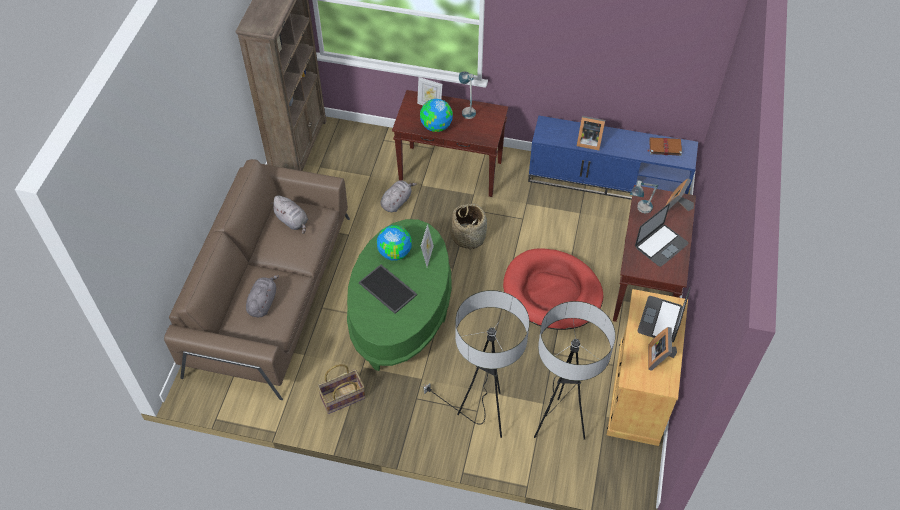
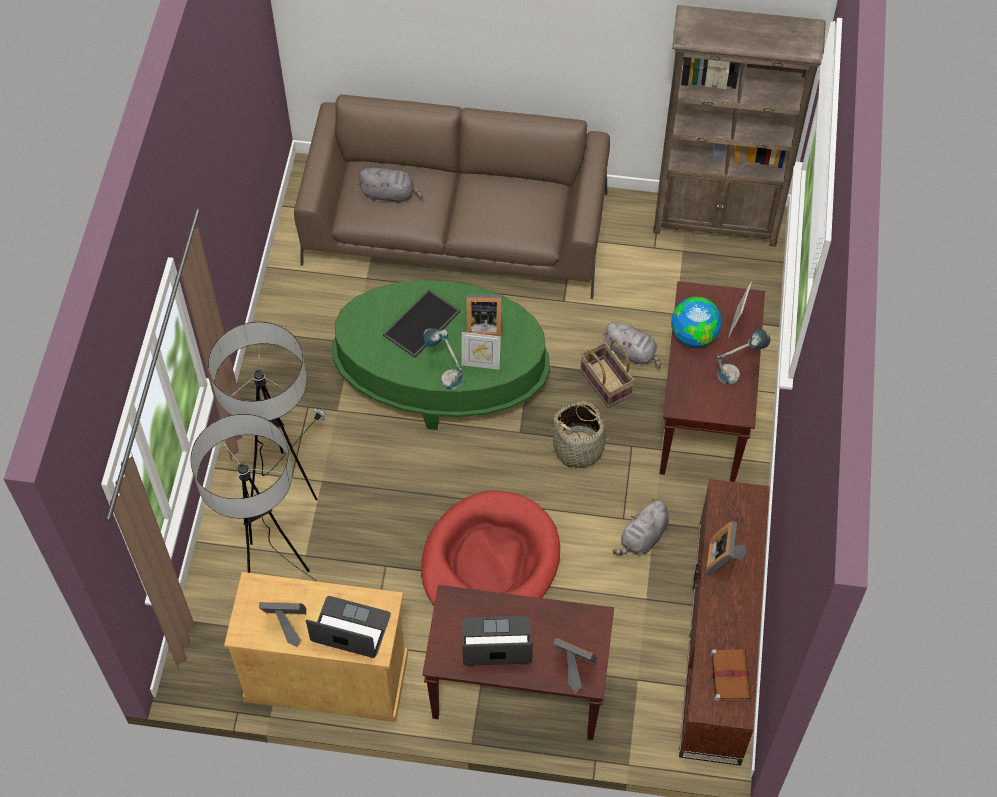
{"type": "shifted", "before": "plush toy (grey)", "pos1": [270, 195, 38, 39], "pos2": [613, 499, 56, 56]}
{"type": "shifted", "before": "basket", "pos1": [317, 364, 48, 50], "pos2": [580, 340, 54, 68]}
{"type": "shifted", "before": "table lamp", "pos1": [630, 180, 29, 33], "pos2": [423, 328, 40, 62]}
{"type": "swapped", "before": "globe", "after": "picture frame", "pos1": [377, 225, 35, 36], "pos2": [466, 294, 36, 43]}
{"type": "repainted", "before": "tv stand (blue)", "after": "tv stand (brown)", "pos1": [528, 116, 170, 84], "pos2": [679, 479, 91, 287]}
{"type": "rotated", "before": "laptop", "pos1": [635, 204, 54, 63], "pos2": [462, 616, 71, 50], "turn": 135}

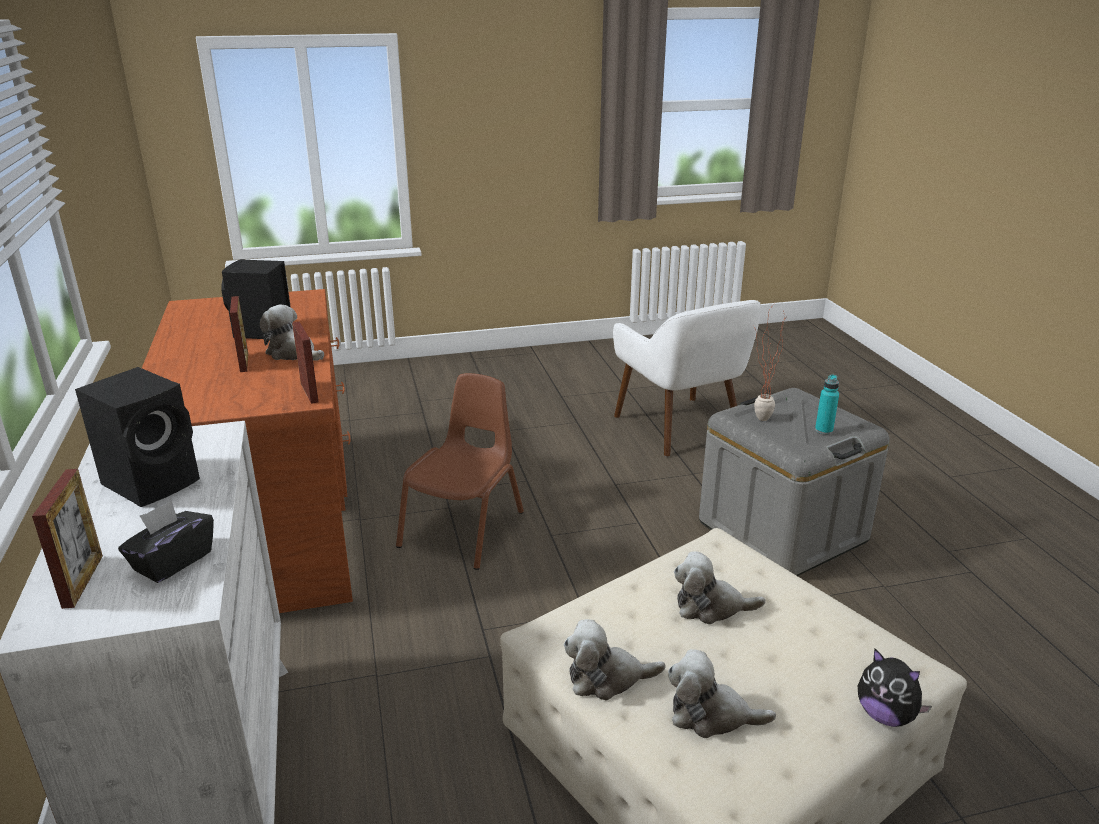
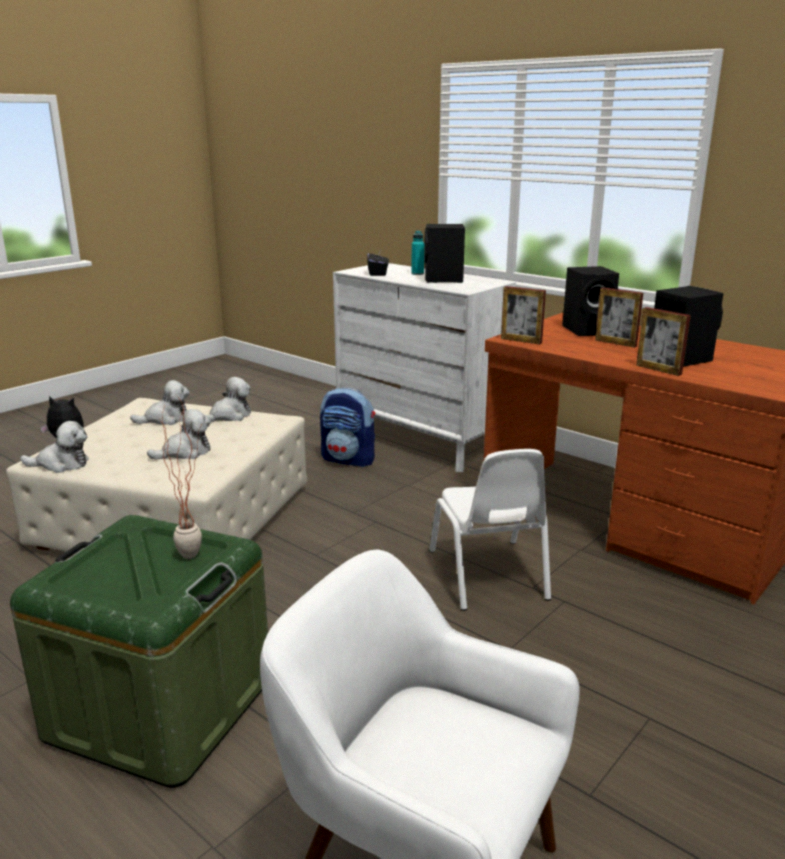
{"type": "new", "after": "backpack", "pos2": [320, 388, 55, 79]}
{"type": "new", "after": "speaker (black)", "pos2": [562, 266, 57, 70]}
{"type": "shifted", "before": "picture frame", "pos1": [32, 469, 71, 140], "pos2": [636, 307, 55, 69]}
{"type": "shifted", "before": "plush toy", "pos1": [260, 305, 64, 55], "pos2": [20, 421, 69, 52]}
{"type": "shifted", "before": "bottle (turquoise)", "pos1": [815, 374, 24, 60], "pos2": [411, 231, 13, 44]}
{"type": "repainted", "before": "chair (brown)", "after": "chair (white)", "pos1": [396, 373, 128, 197], "pos2": [429, 449, 122, 162]}
{"type": "repainted", "before": "storage box (grey)", "after": "storage box (green)", "pos1": [699, 388, 191, 188], "pos2": [10, 515, 258, 273]}

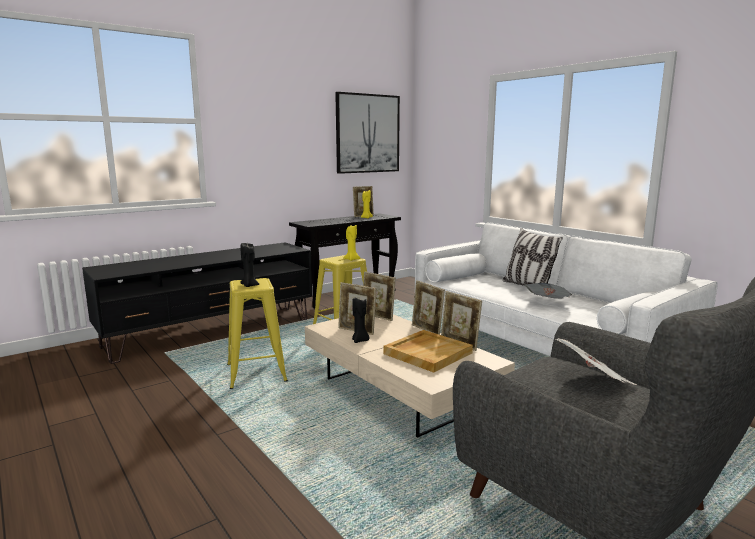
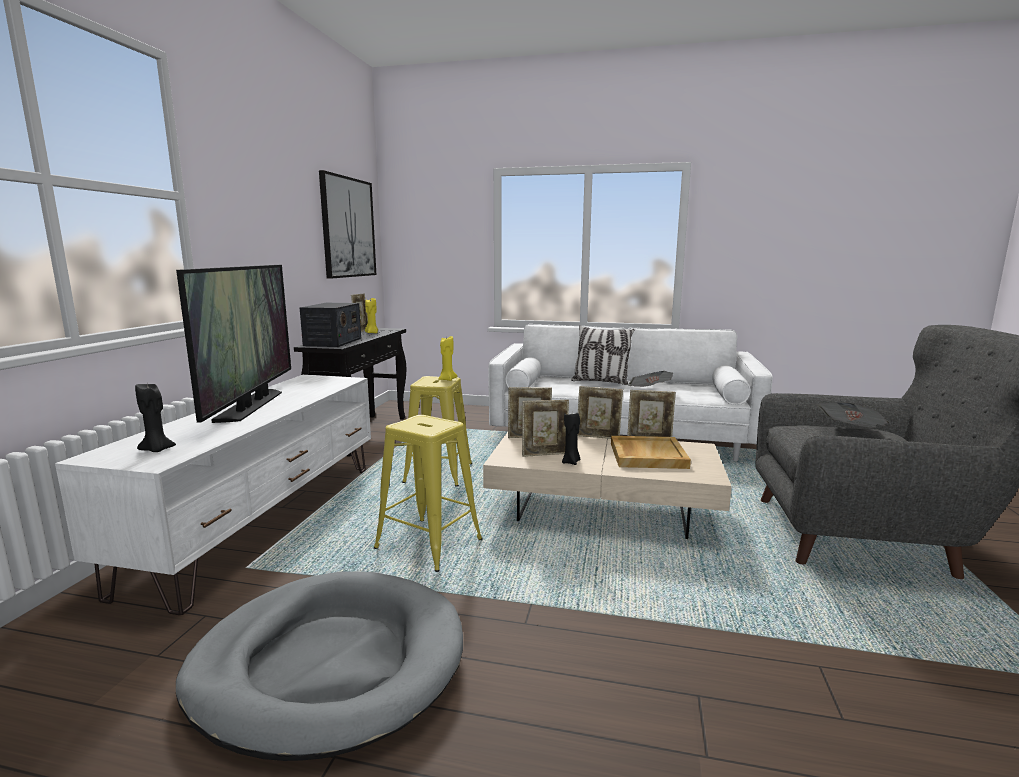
{"type": "new", "after": "television", "pos2": [176, 265, 115, 158]}
{"type": "new", "after": "dog bed (grey)", "pos2": [176, 571, 287, 190]}
{"type": "new", "after": "radio", "pos2": [299, 303, 62, 44]}
{"type": "shifted", "before": "candle (black)", "pos1": [240, 243, 19, 44], "pos2": [135, 384, 41, 68]}
{"type": "repainted", "before": "tv stand (black)", "after": "tv stand (white)", "pos1": [82, 242, 230, 122], "pos2": [55, 375, 316, 240]}

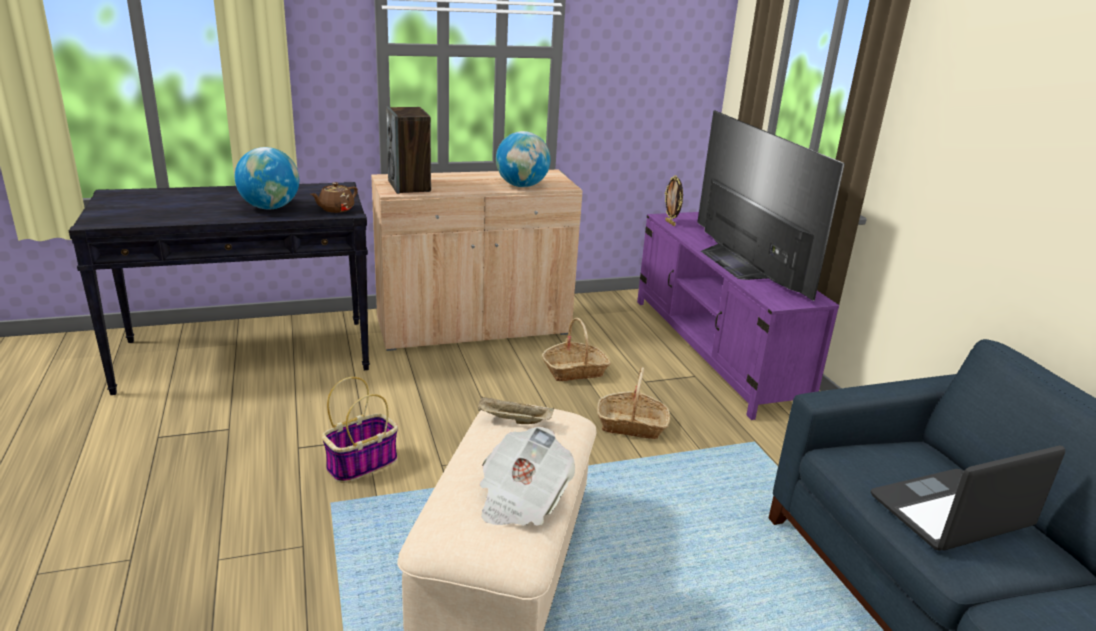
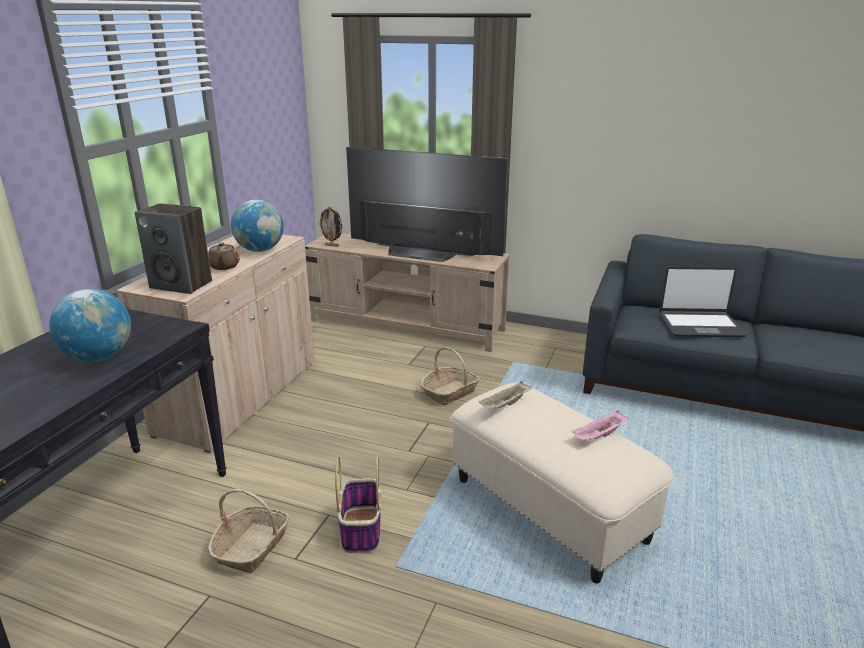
{"type": "shifted", "before": "teapot (brown)", "pos1": [311, 182, 47, 31], "pos2": [208, 242, 32, 28]}
{"type": "shifted", "before": "basket", "pos1": [542, 318, 69, 63], "pos2": [208, 489, 82, 84]}
{"type": "swapped", "before": "newspaper", "after": "tray (pink)", "pos1": [479, 427, 96, 99], "pos2": [572, 410, 57, 31]}
{"type": "repainted", "before": "tv stand (purple)", "after": "tv stand (beige)", "pos1": [637, 212, 202, 208], "pos2": [305, 233, 205, 119]}
{"type": "rotated", "before": "laptop", "pos1": [871, 445, 194, 106], "pos2": [659, 266, 87, 71], "turn": -105}

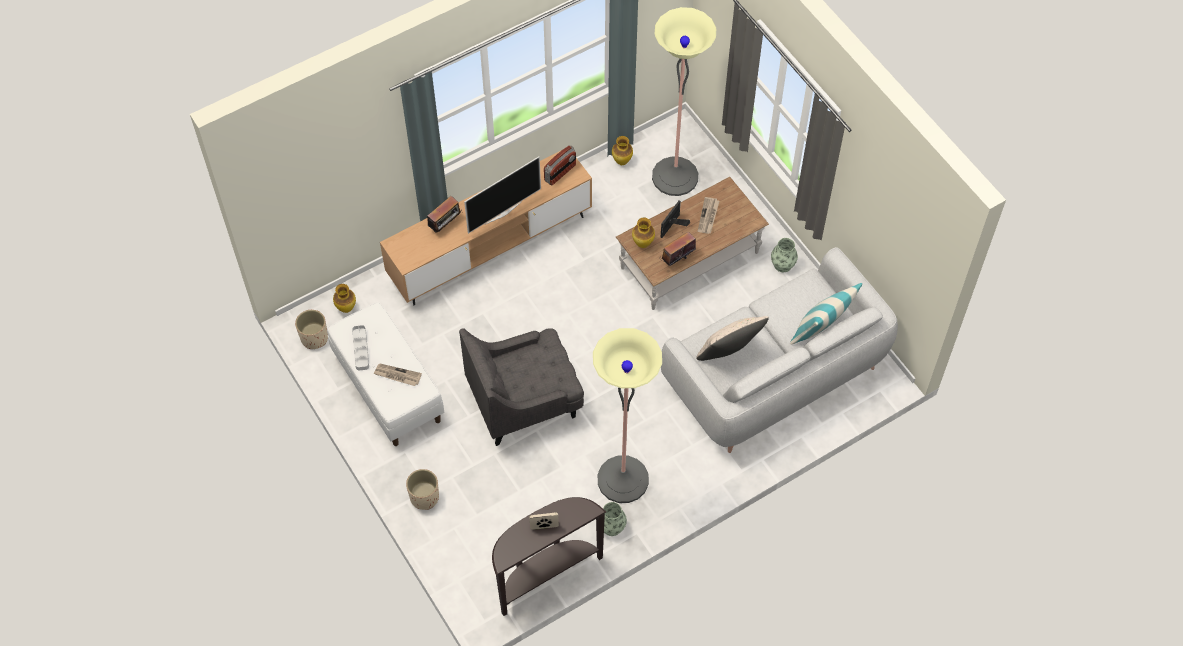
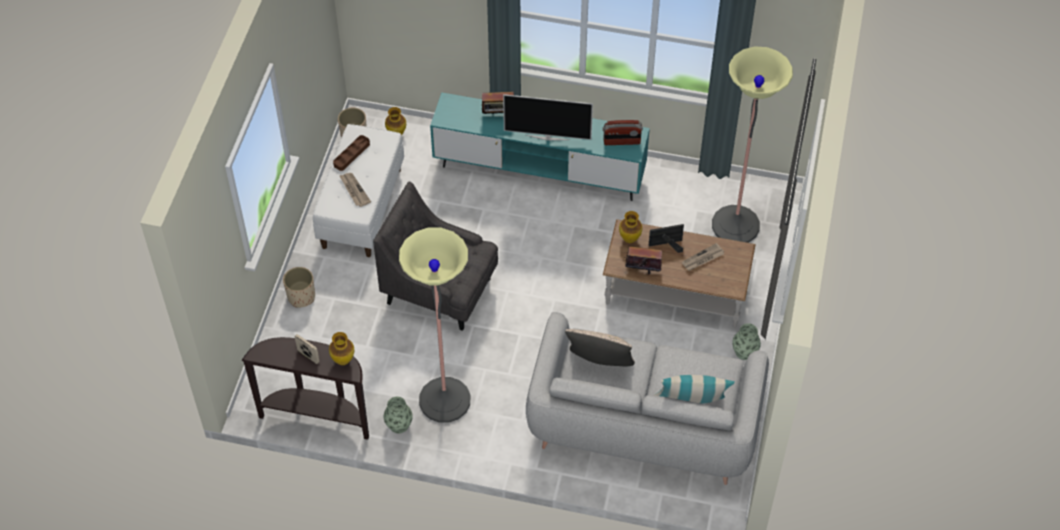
{"type": "shifted", "before": "vase", "pos1": [612, 136, 21, 29], "pos2": [329, 332, 25, 33]}
{"type": "repainted", "before": "tray (grey)", "after": "tray (brown)", "pos1": [352, 325, 17, 46], "pos2": [333, 135, 37, 36]}
{"type": "repainted", "before": "tv stand (brown)", "after": "tv stand (turquoise)", "pos1": [380, 150, 212, 155], "pos2": [430, 92, 220, 109]}

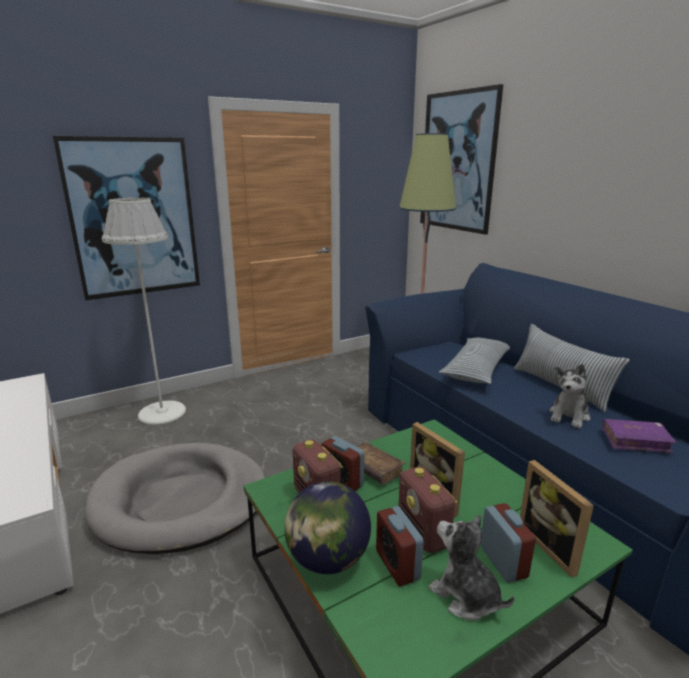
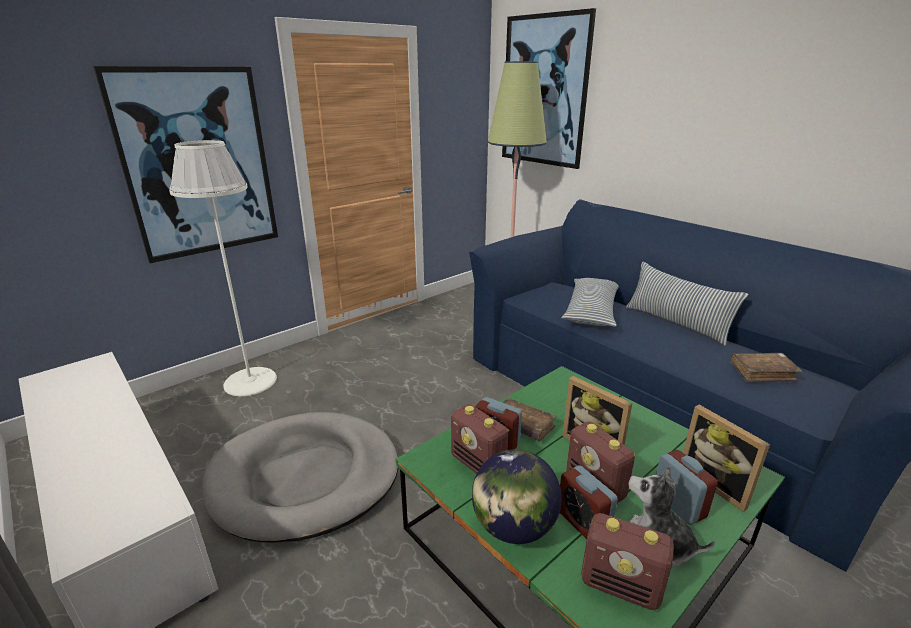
{"type": "gone", "before": "plush toy", "pos1": [549, 364, 41, 65]}
{"type": "new", "after": "radio", "pos2": [581, 513, 93, 97]}
{"type": "repainted", "before": "book (purple)", "after": "book (brown)", "pos1": [602, 419, 74, 35], "pos2": [730, 353, 72, 29]}

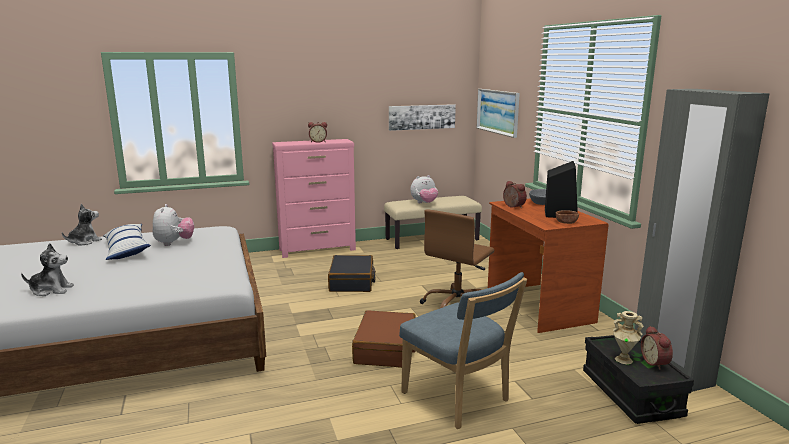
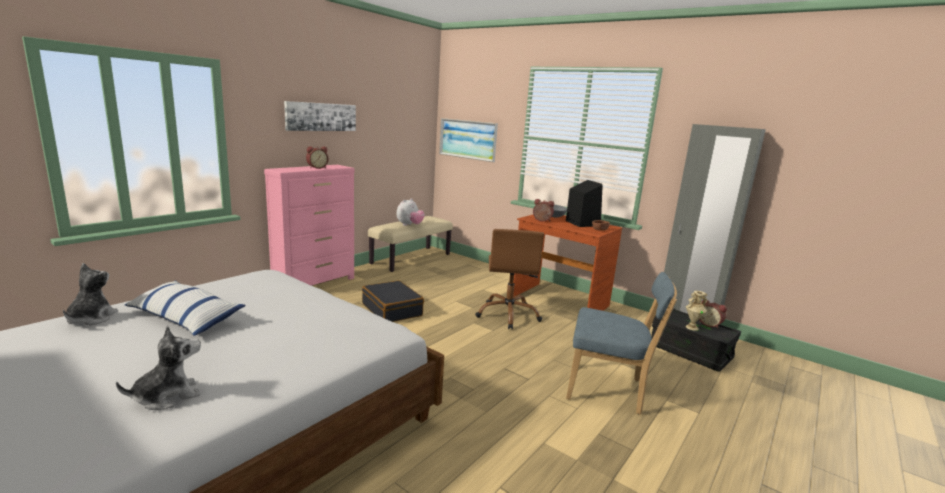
{"type": "gone", "before": "plush toy", "pos1": [153, 204, 41, 42]}
{"type": "gone", "before": "suitcase (brown)", "pos1": [352, 310, 64, 58]}
{"type": "shifted", "before": "picture", "pos1": [389, 104, 67, 27], "pos2": [284, 101, 72, 30]}

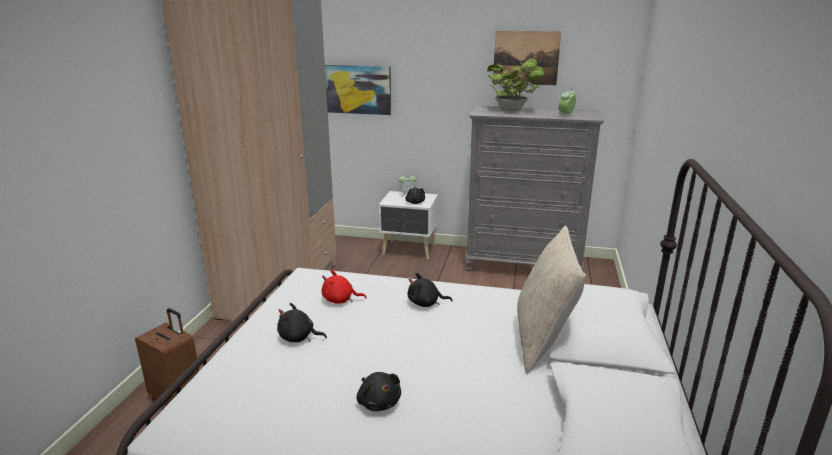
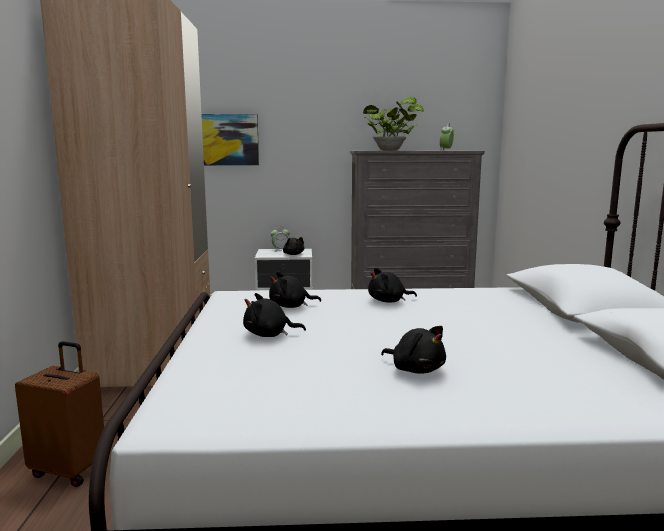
{"type": "gone", "before": "picture", "pos1": [493, 31, 68, 54]}
{"type": "gone", "before": "pillow (beige)", "pos1": [517, 226, 69, 148]}
{"type": "repainted", "before": "plush toy (red)", "after": "plush toy (black)", "pos1": [321, 270, 46, 34], "pos2": [269, 272, 52, 36]}

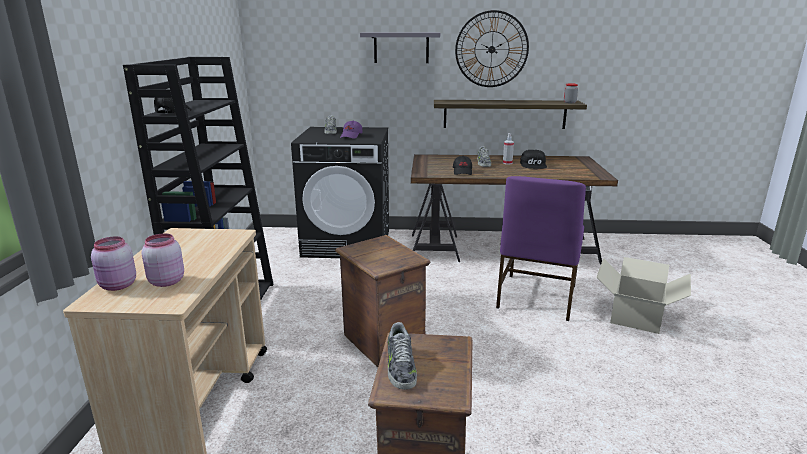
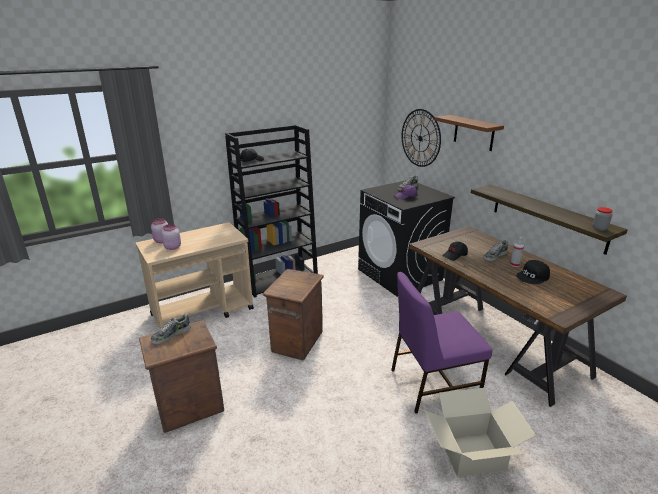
{"type": "shifted", "before": "wall clock", "pos1": [455, 10, 74, 77], "pos2": [402, 109, 39, 58]}
{"type": "repainted", "before": "shelf (grey)", "after": "shelf (brown)", "pos1": [360, 33, 80, 30], "pos2": [434, 115, 70, 36]}

